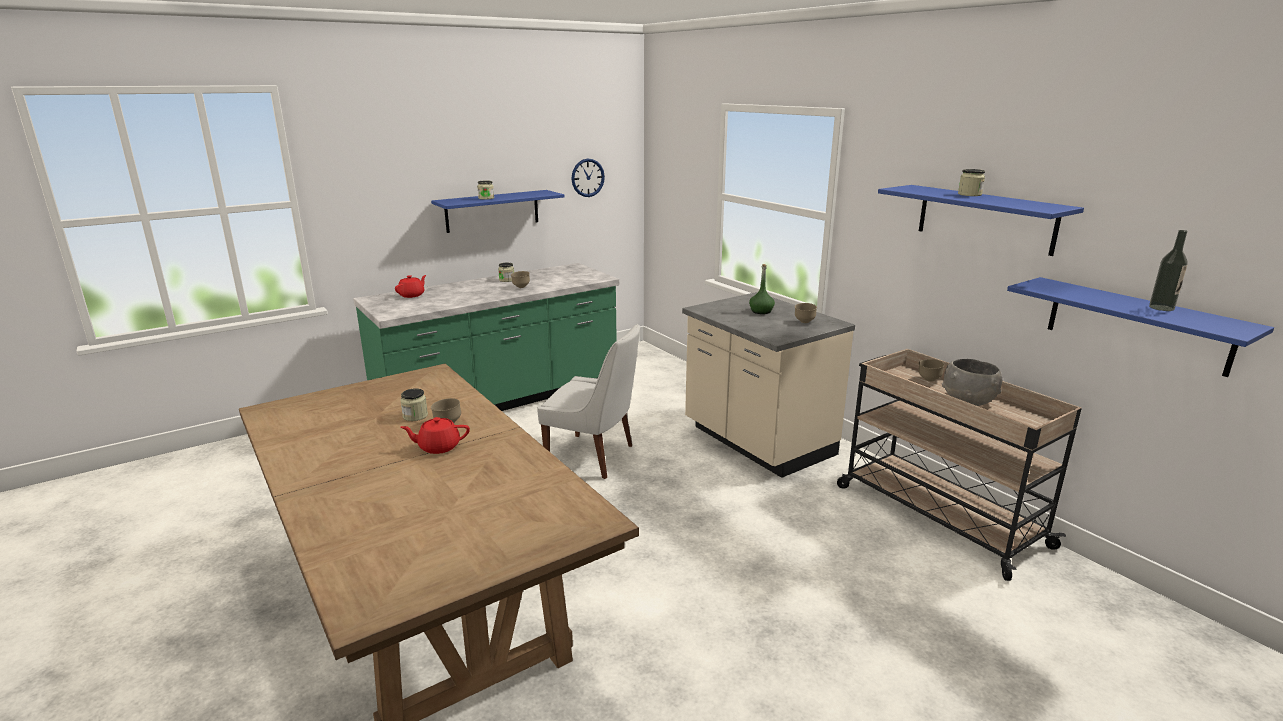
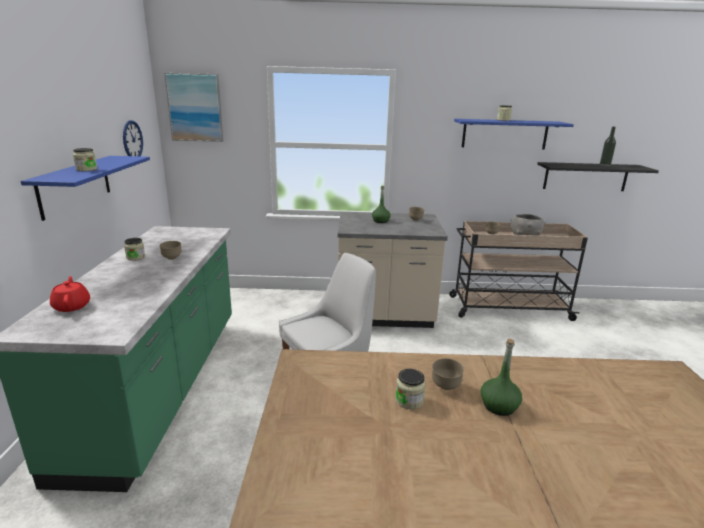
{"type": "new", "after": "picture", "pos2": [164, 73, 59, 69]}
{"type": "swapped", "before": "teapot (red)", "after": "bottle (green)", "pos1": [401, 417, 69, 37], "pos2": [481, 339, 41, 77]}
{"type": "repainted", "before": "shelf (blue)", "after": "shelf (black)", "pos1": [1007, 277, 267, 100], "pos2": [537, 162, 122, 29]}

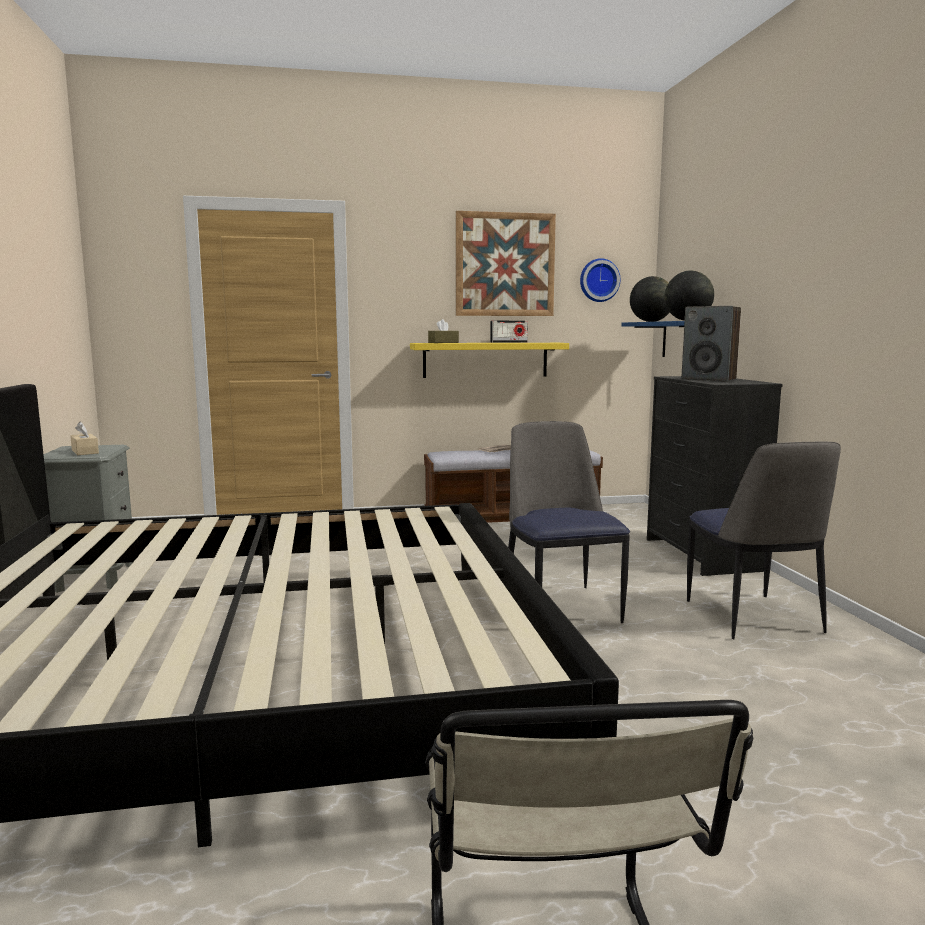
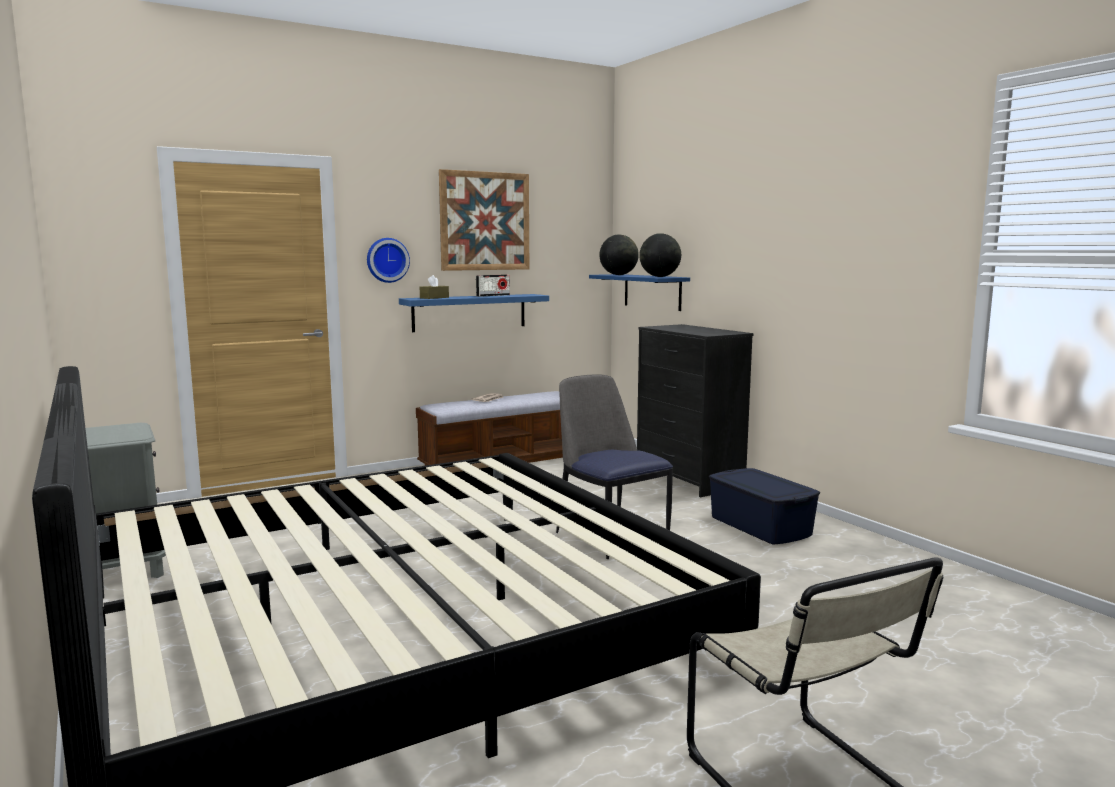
{"type": "gone", "before": "tissue box (beige)", "pos1": [70, 421, 29, 34]}
{"type": "gone", "before": "speaker", "pos1": [681, 306, 60, 75]}
{"type": "shifted", "before": "wall clock", "pos1": [580, 258, 41, 44], "pos2": [367, 238, 43, 45]}
{"type": "swapped", "before": "chair", "after": "storage box (blue)", "pos1": [687, 442, 154, 197], "pos2": [709, 468, 111, 76]}
{"type": "repainted", "before": "shelf (yellow)", "after": "shelf (blue)", "pos1": [410, 343, 159, 35], "pos2": [399, 294, 150, 38]}

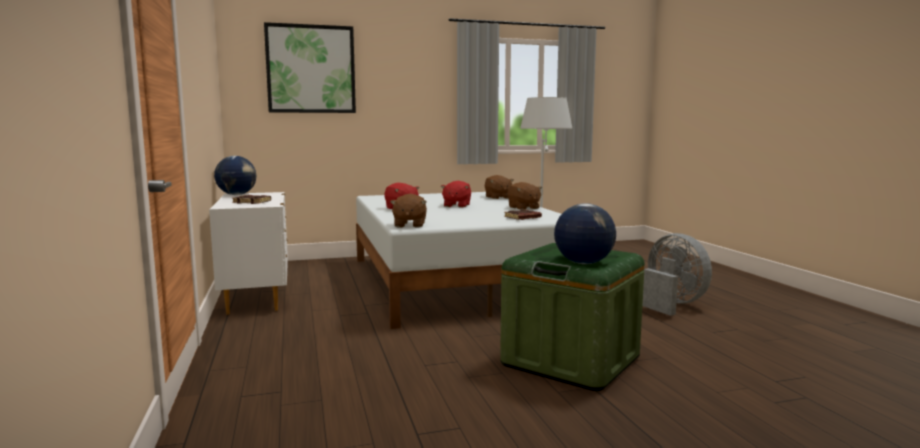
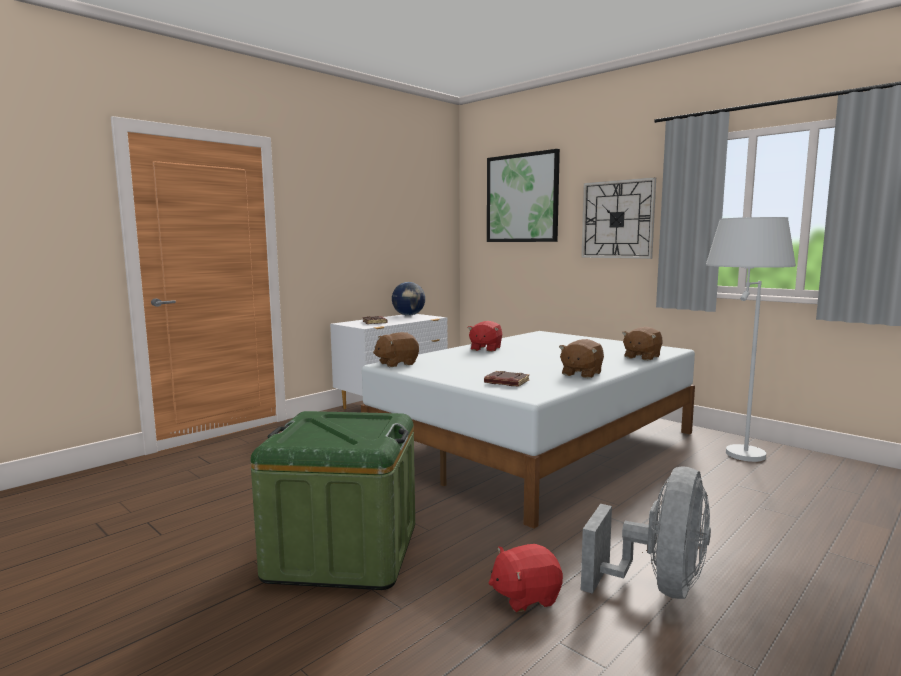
{"type": "gone", "before": "globe", "pos1": [554, 203, 62, 61]}
{"type": "new", "after": "wall clock", "pos2": [581, 177, 75, 82]}
{"type": "shifted", "before": "plush toy (red)", "pos1": [441, 181, 30, 27], "pos2": [489, 544, 74, 68]}

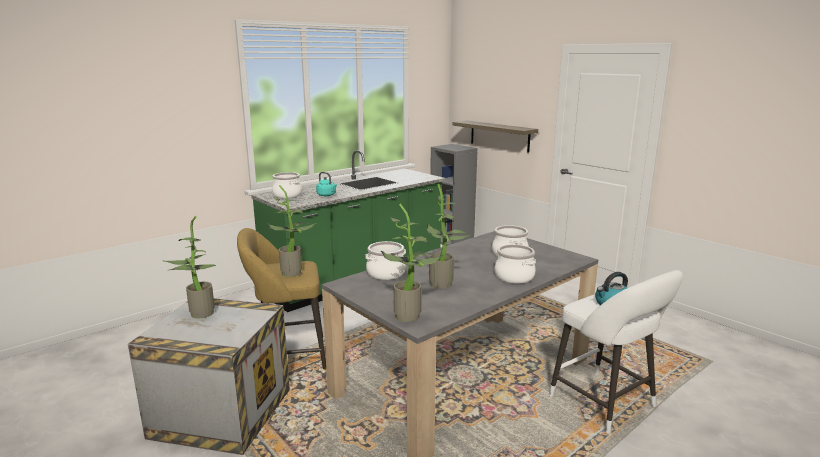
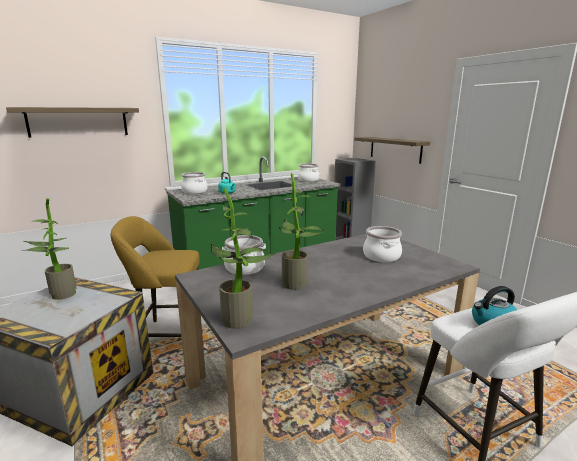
{"type": "gone", "before": "potted plant", "pos1": [267, 185, 49, 92]}
{"type": "new", "after": "shelf", "pos2": [6, 107, 133, 31]}
{"type": "shifted", "before": "cooking pot", "pos1": [494, 244, 42, 40], "pos2": [298, 163, 21, 19]}

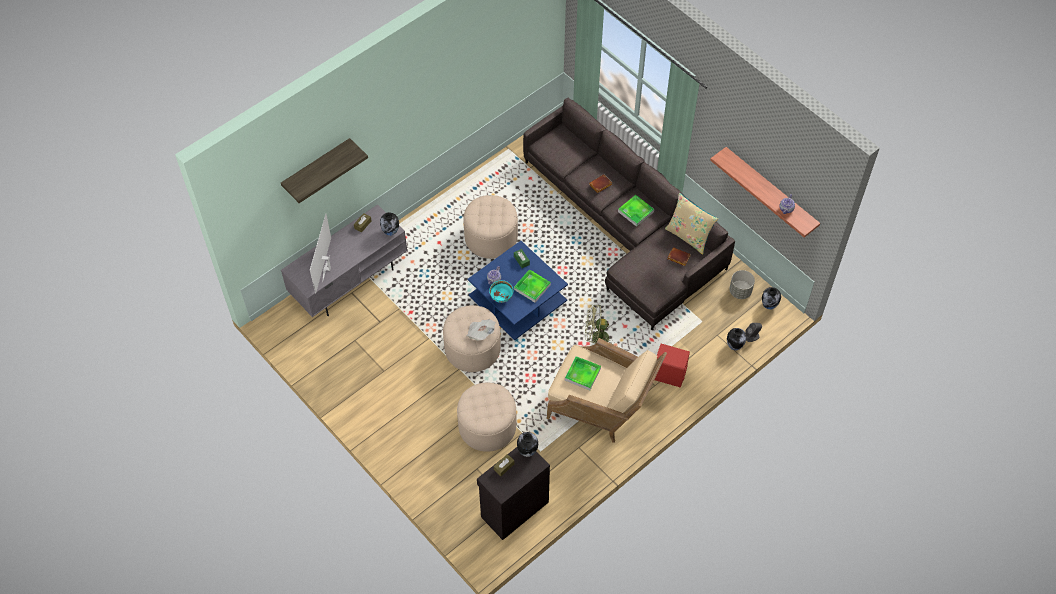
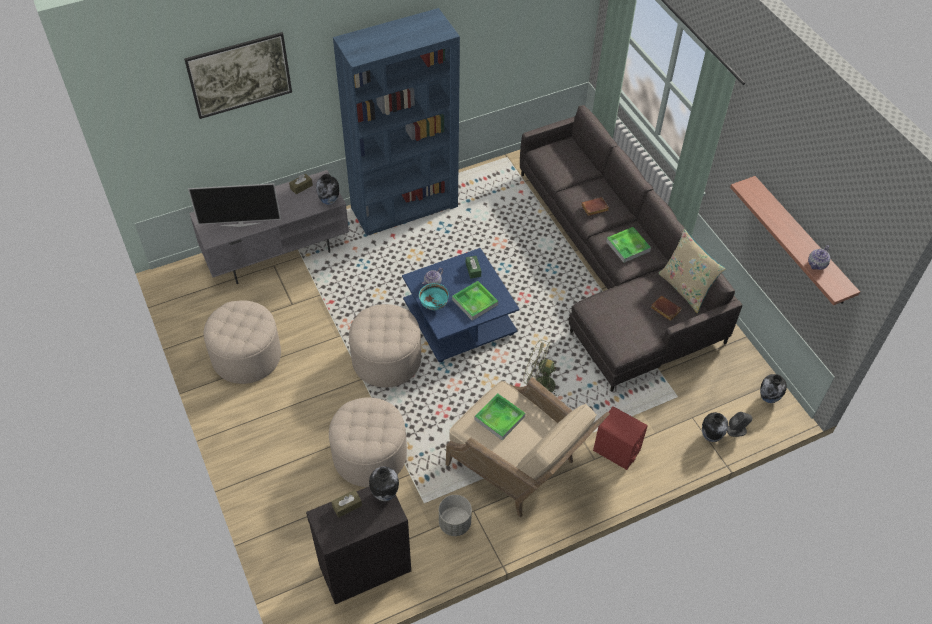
{"type": "gone", "before": "newspaper", "pos1": [466, 319, 30, 22]}
{"type": "new", "after": "bookcase (blue)", "pos2": [333, 8, 127, 228]}
{"type": "shifted", "before": "ottoman (beige)", "pos1": [463, 195, 55, 64], "pos2": [204, 300, 77, 84]}
{"type": "shifted", "before": "planter (grey)", "pos1": [729, 270, 26, 29], "pos2": [439, 495, 33, 41]}
{"type": "swapped", "before": "shelf", "after": "picture", "pos1": [281, 138, 87, 65], "pos2": [184, 32, 108, 87]}
{"type": "rotated", "before": "television", "pos1": [310, 214, 21, 79], "pos2": [188, 183, 93, 44], "turn": -120}

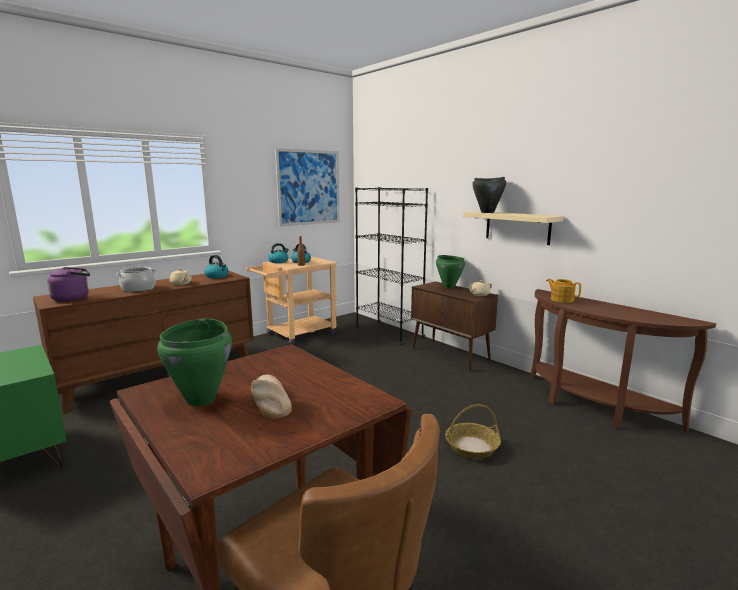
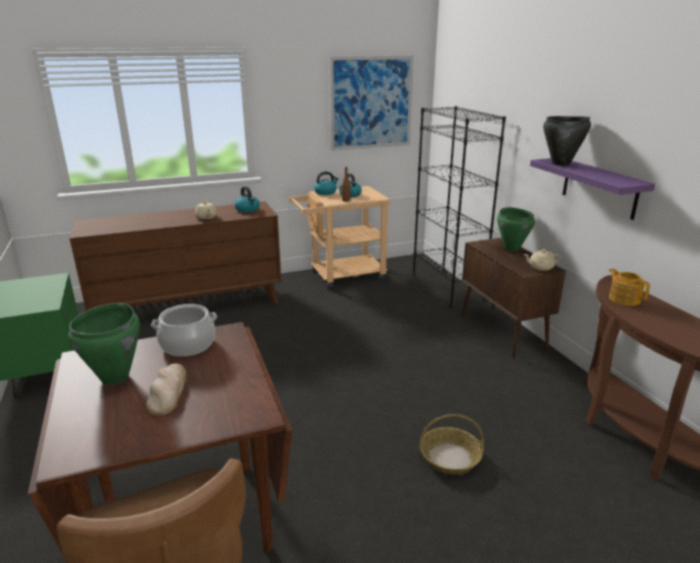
{"type": "gone", "before": "kettle (purple)", "pos1": [47, 267, 43, 35]}
{"type": "shifted", "before": "cooking pot", "pos1": [116, 267, 40, 25], "pos2": [151, 304, 66, 53]}
{"type": "repainted", "before": "shelf (beige)", "after": "shelf (purple)", "pos1": [463, 211, 101, 34], "pos2": [530, 158, 125, 62]}

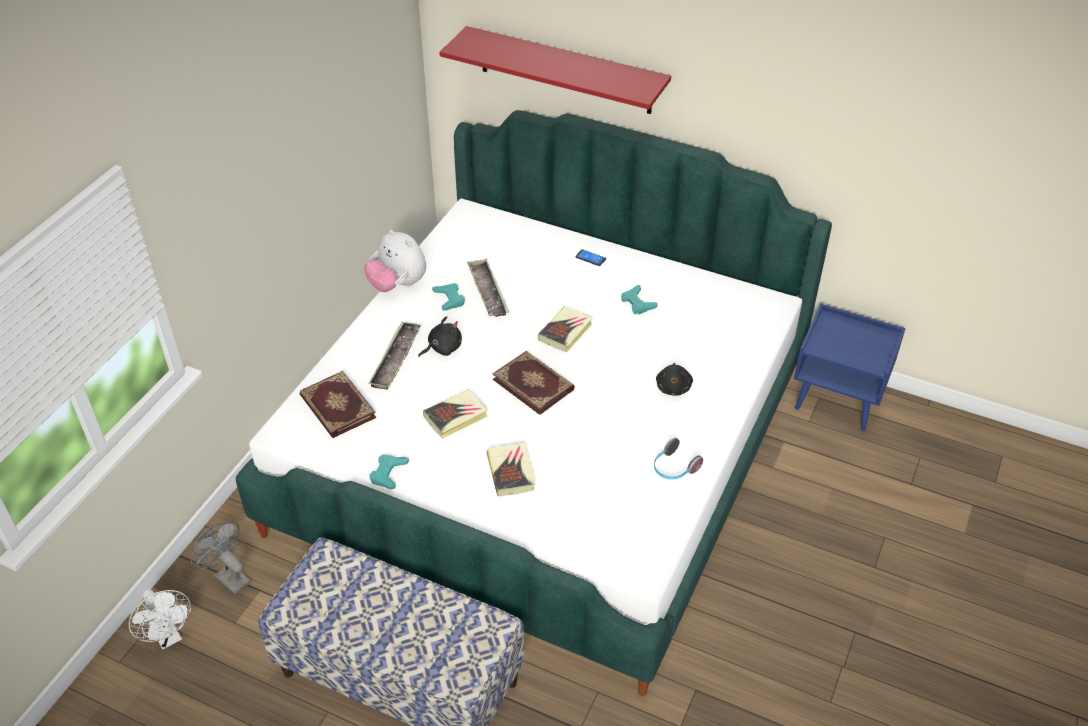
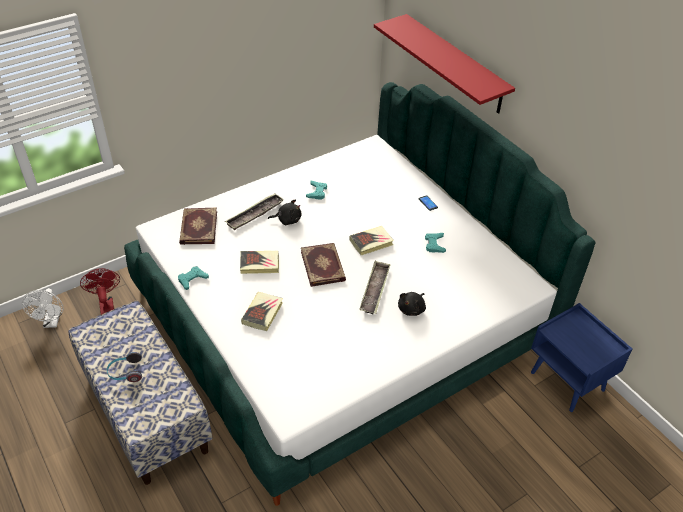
{"type": "gone", "before": "plush toy", "pos1": [364, 230, 62, 62]}
{"type": "shifted", "before": "tray", "pos1": [467, 259, 42, 58], "pos2": [359, 261, 32, 53]}
{"type": "shifted", "before": "headphones", "pos1": [654, 438, 49, 42], "pos2": [107, 352, 35, 30]}
{"type": "repainted", "before": "fan (grey)", "after": "fan (red)", "pos1": [191, 522, 59, 72], "pos2": [80, 268, 40, 47]}

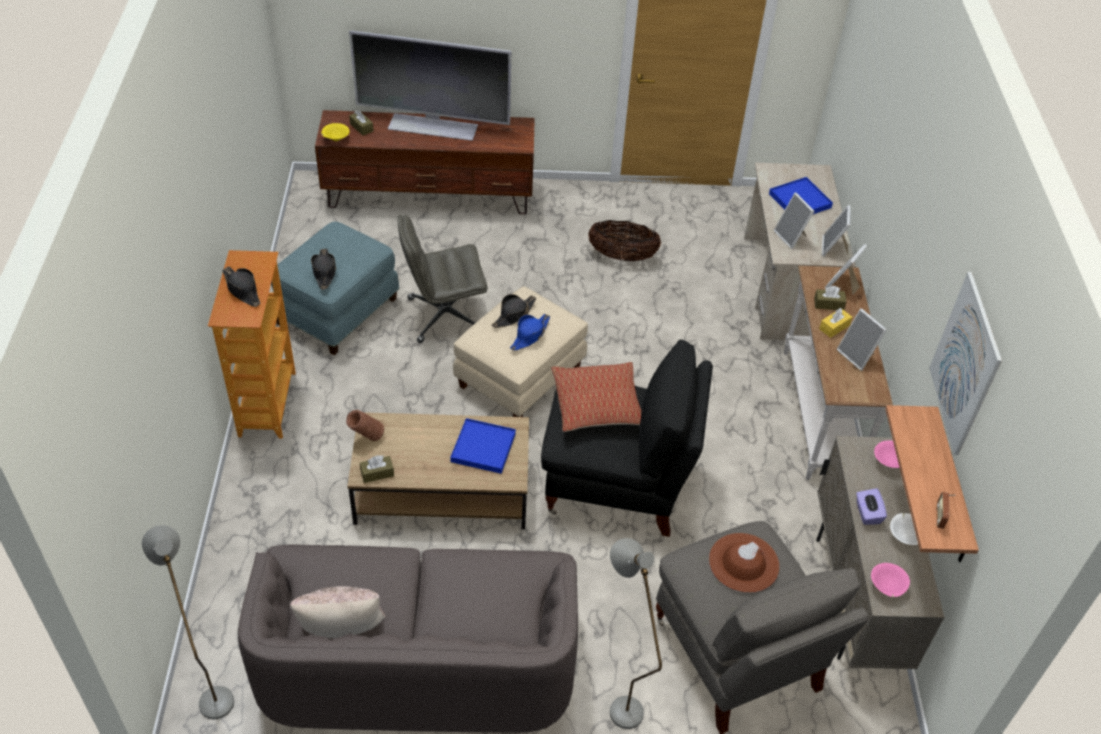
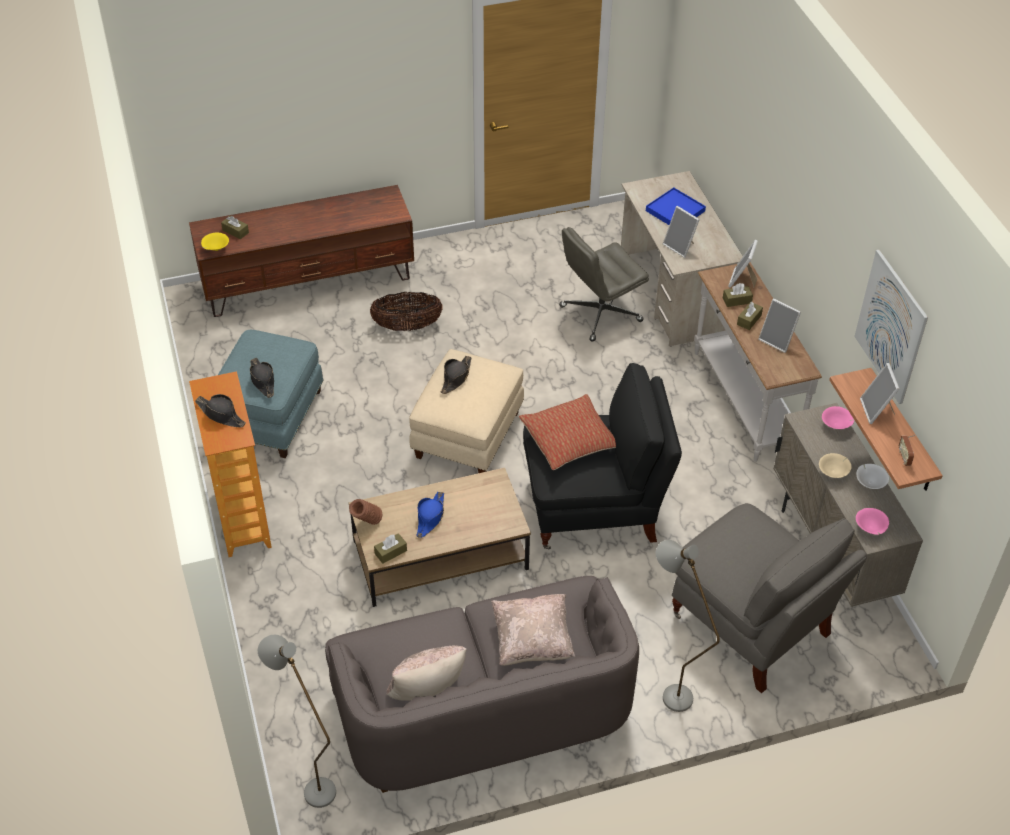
{"type": "gone", "before": "television", "pos1": [349, 30, 162, 111]}
{"type": "gone", "before": "tray (blue)", "pos1": [450, 418, 66, 56]}
{"type": "gone", "before": "hat (brown)", "pos1": [709, 533, 70, 60]}
{"type": "new", "after": "pillow (beige)", "pos2": [491, 594, 84, 72]}
{"type": "shifted", "before": "office chair (grey)", "pos1": [398, 215, 90, 128], "pos2": [559, 227, 90, 115]}
{"type": "shifted", "before": "hat (blue)", "pos1": [510, 314, 40, 37], "pos2": [416, 492, 28, 46]}
{"type": "shifted", "before": "basket", "pos1": [588, 220, 73, 42], "pos2": [370, 292, 73, 39]}
{"type": "shifted", "before": "picture frame", "pos1": [821, 205, 30, 51], "pos2": [860, 363, 40, 61]}
{"type": "swapped", "before": "tissue box (purple)", "after": "bowl (beige)", "pos1": [856, 488, 31, 37], "pos2": [819, 453, 33, 25]}
{"type": "repainted", "before": "tissue box (yellow)", "after": "tissue box (brown)", "pos1": [819, 308, 33, 30], "pos2": [737, 302, 26, 28]}

